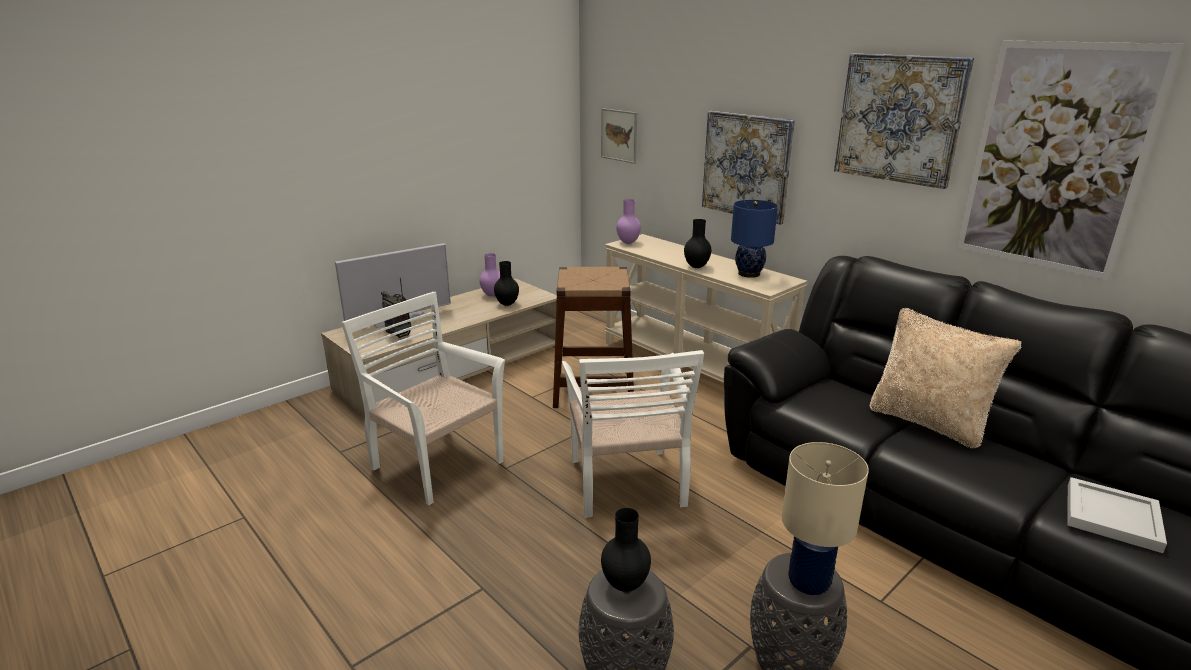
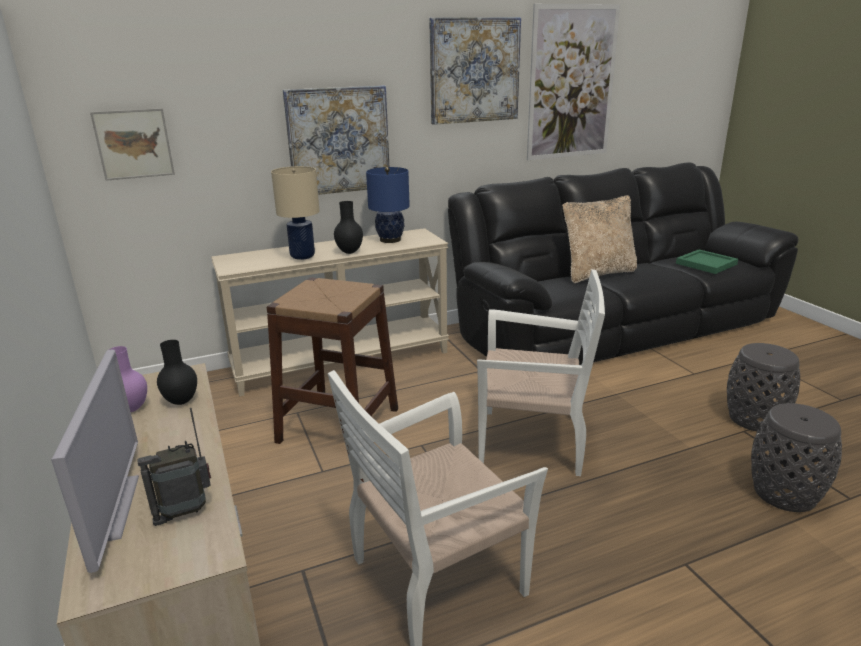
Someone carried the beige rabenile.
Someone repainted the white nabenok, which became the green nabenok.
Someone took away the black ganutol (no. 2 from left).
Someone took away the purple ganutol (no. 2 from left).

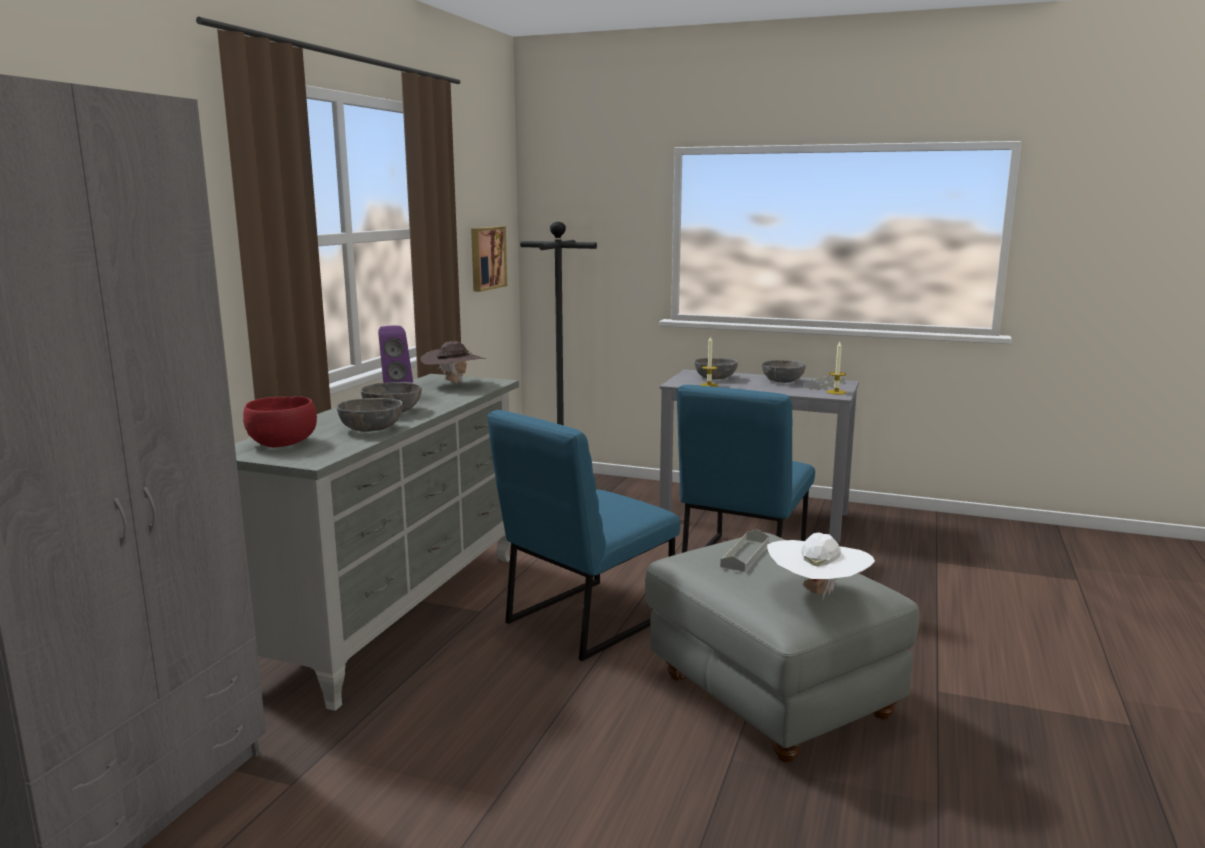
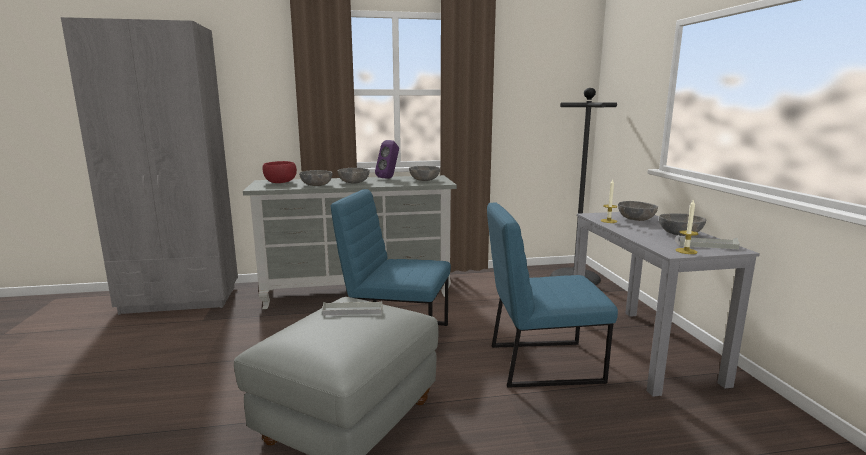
Someone swapped the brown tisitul for the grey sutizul (no. 3 from left).
Someone took away the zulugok.
Someone took away the white tisitul.

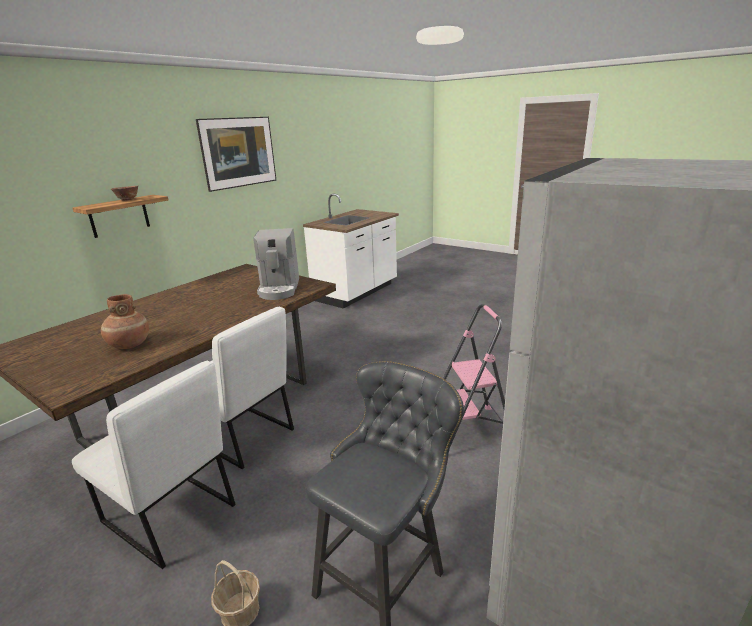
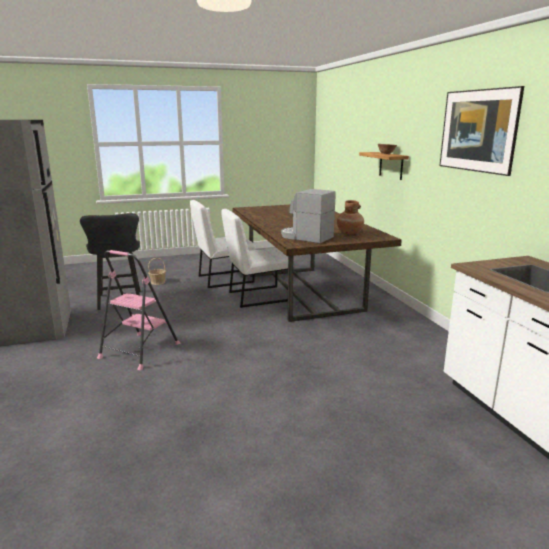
Someone carried the brown ganutol.

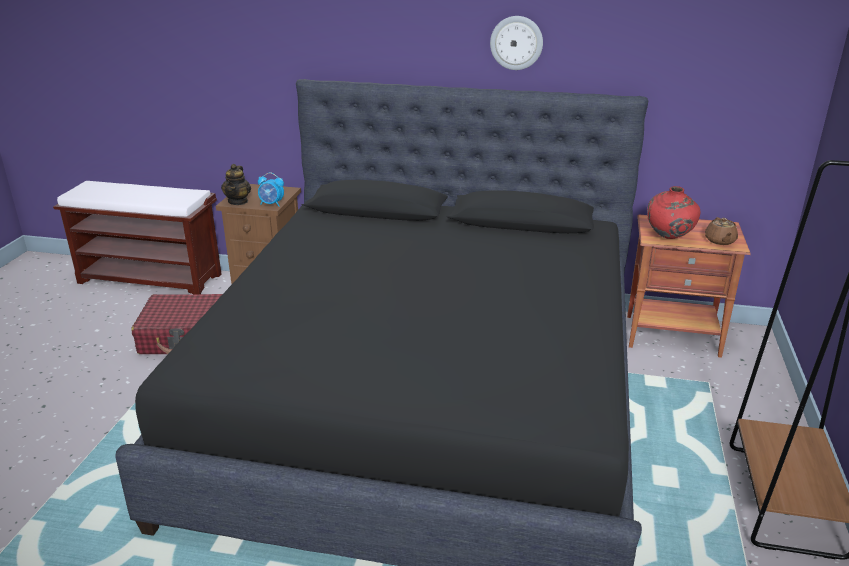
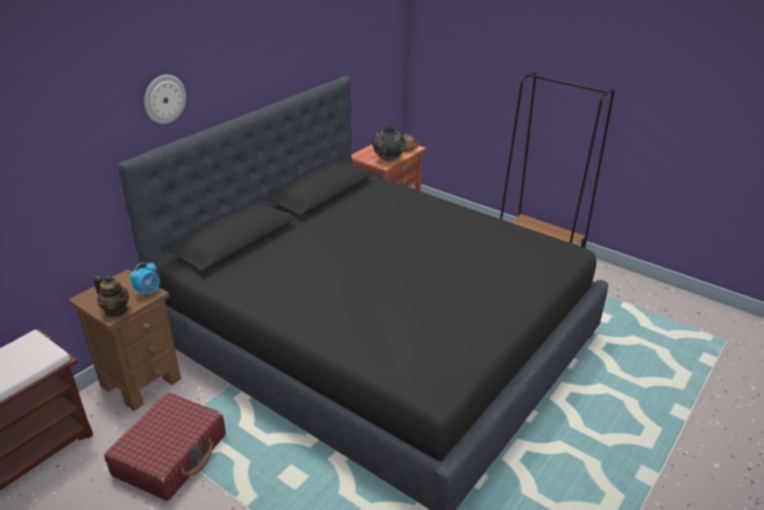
Someone carried the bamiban.
Someone repainted the red ganutol, which became the black ganutol.

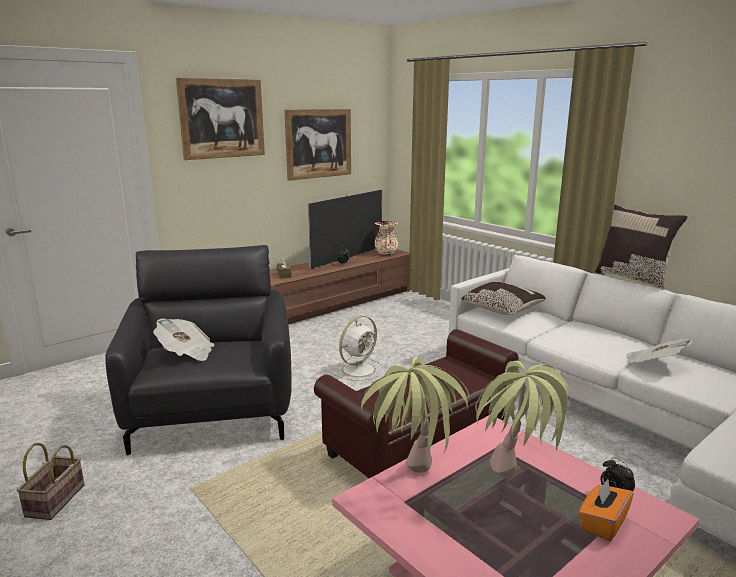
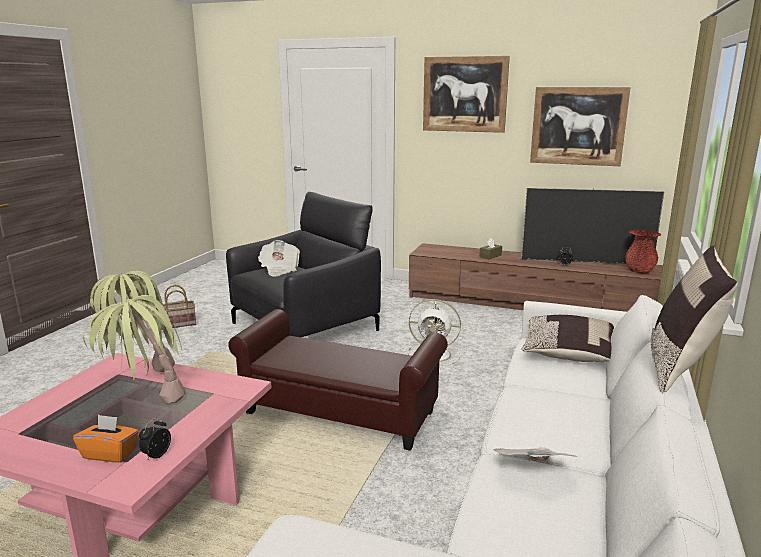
Someone repainted the beige ganutol, which became the red ganutol.

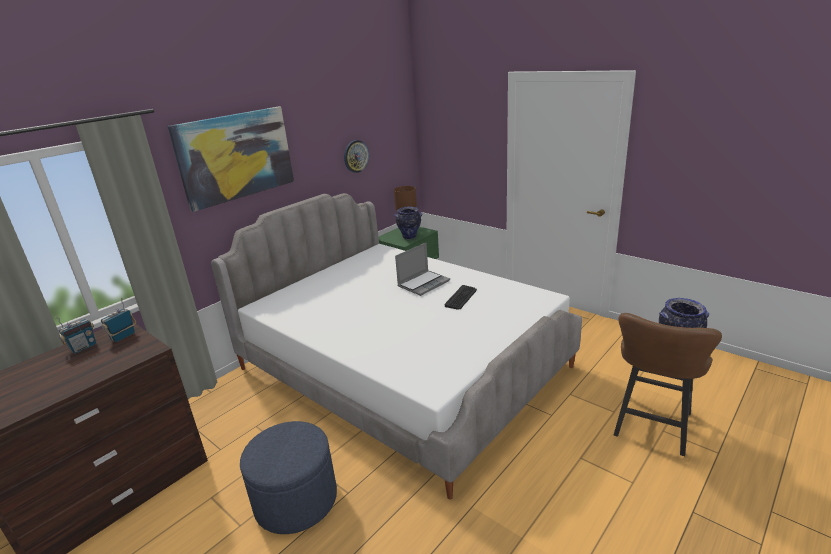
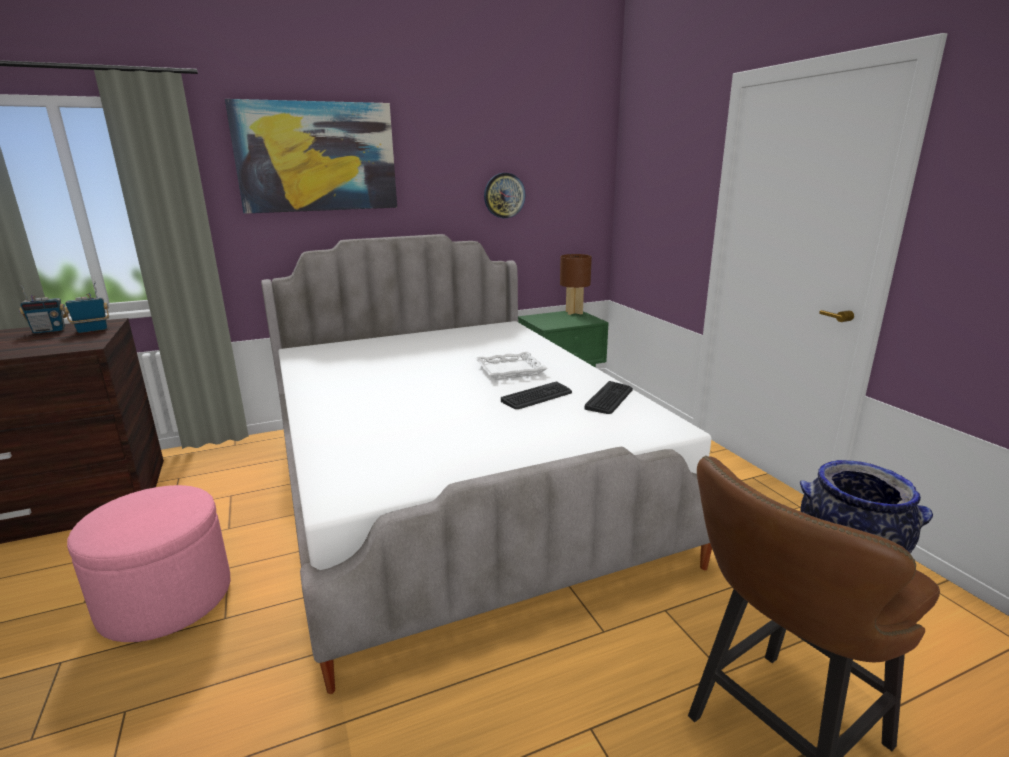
Someone repainted the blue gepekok, which became the pink gepekok.
Someone swapped the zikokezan for the white nabenok.
Someone put down the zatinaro (no. 2 from left).
Someone took away the ganutol (no. 1 from left).

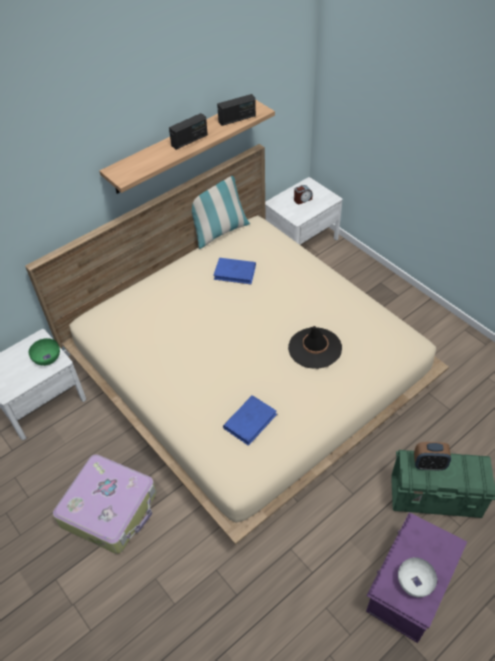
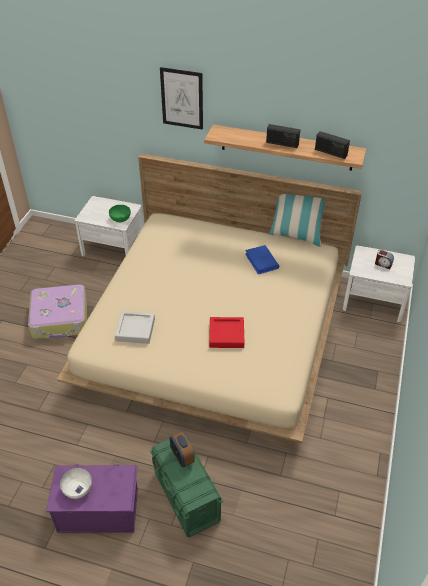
Someone swapped the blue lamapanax (no. 2 from left) for the grey nabenok.
Someone put up the zulugok.
Someone swapped the black tisitul for the red nabenok.

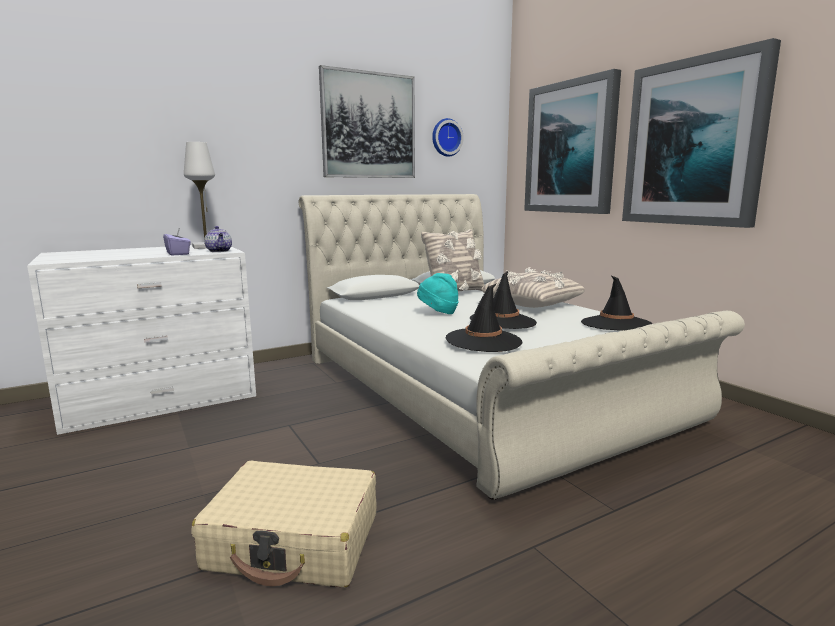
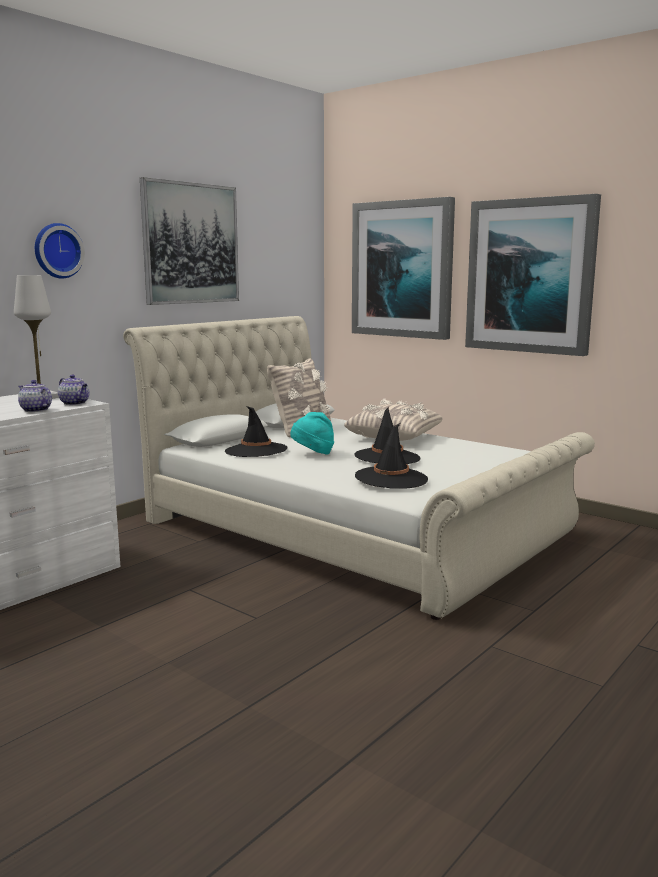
Someone swapped the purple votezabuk for the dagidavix (no. 1 from left).
Someone carried the bamiban.
Someone carried the black tisitul (no. 3 from left in the first image).
Someone took away the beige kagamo.

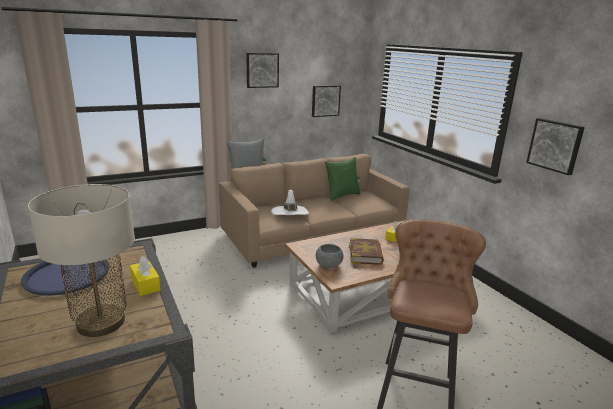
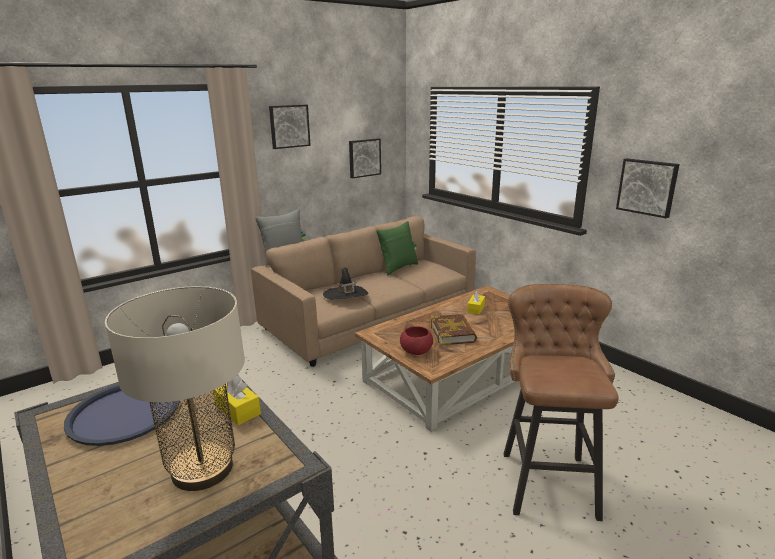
Someone repainted the white tisitul, which became the black tisitul.
Someone repainted the grey sutizul, which became the red sutizul.

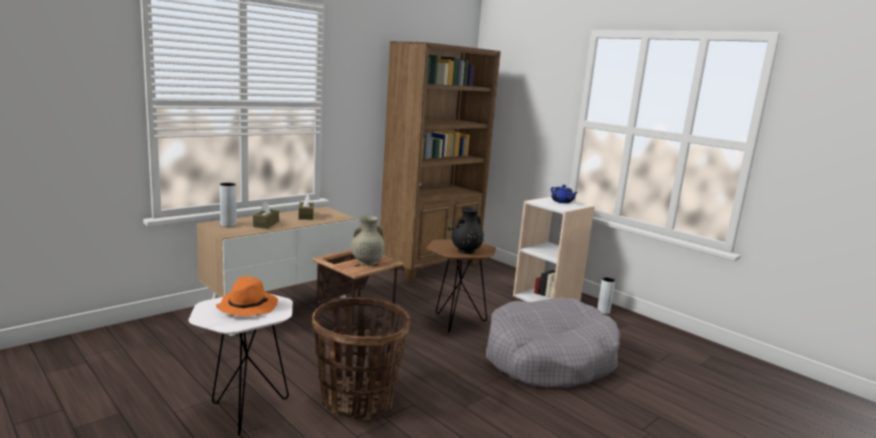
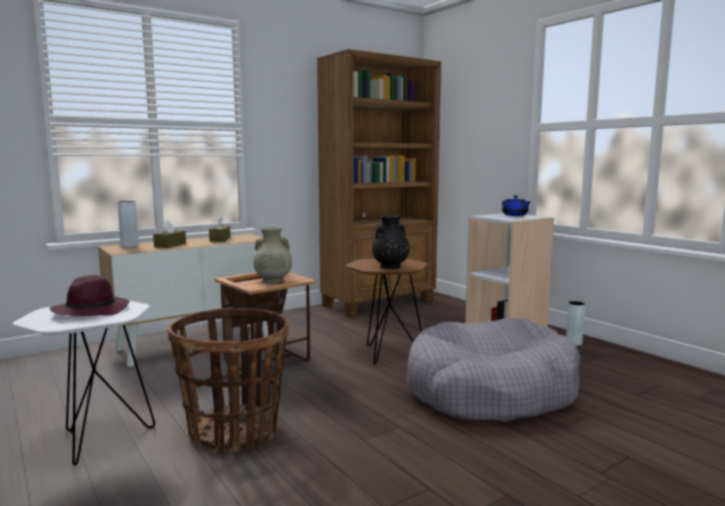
Someone repainted the orange tisitul, which became the purple tisitul.

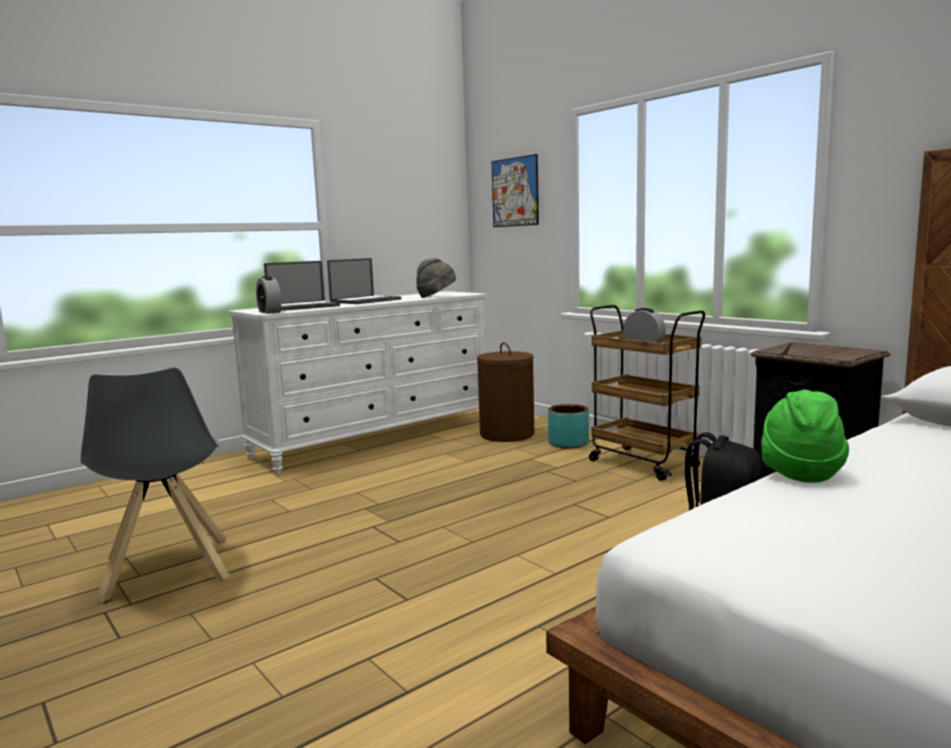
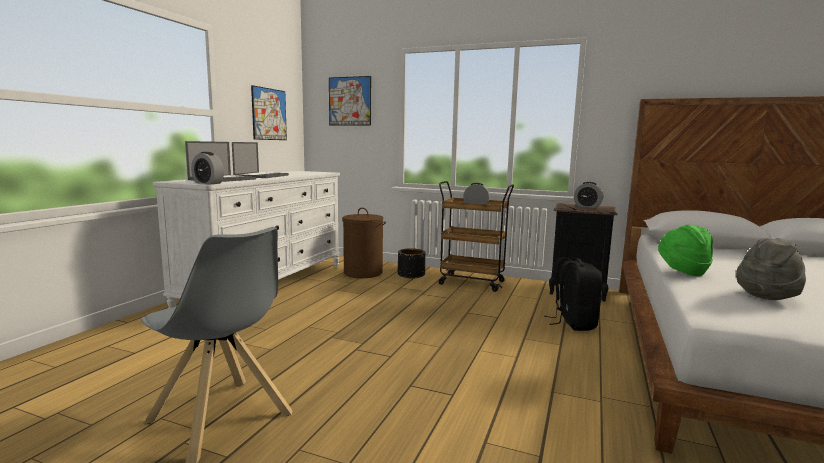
Someone put up the zulugok (no. 1 from left).
Someone repainted the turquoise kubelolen, which became the black kubelolen.
Someone put down the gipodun (no. 3 from left).
Someone carried the grey tisitul.

